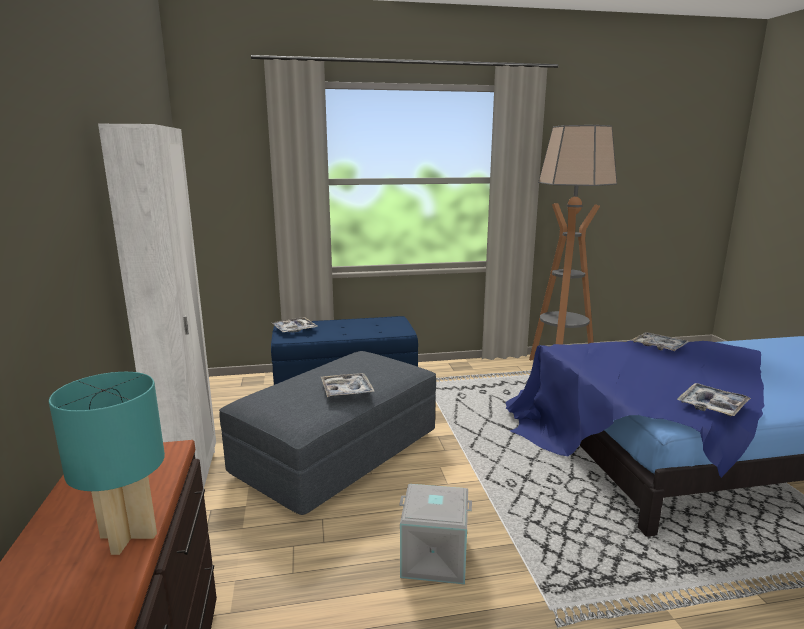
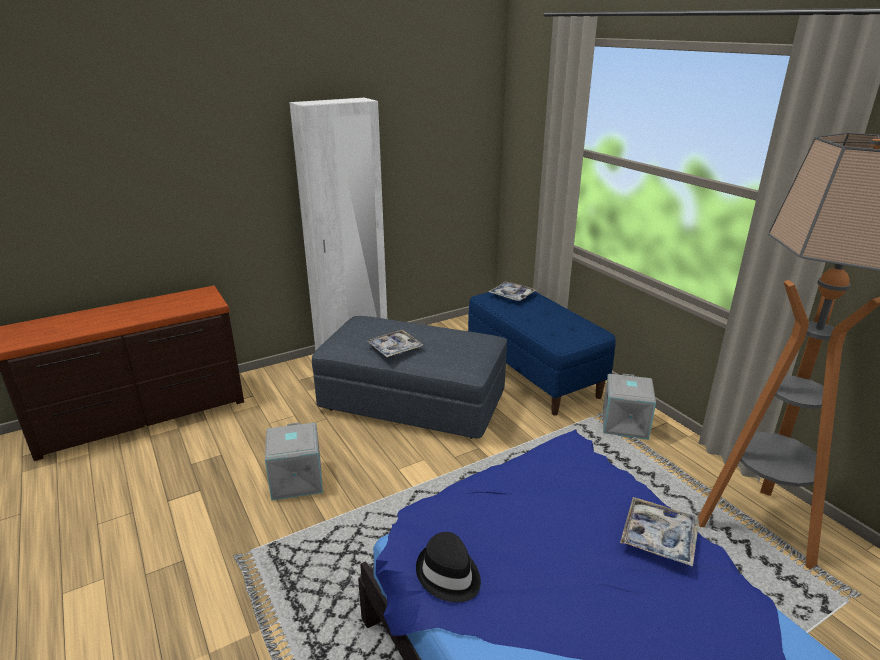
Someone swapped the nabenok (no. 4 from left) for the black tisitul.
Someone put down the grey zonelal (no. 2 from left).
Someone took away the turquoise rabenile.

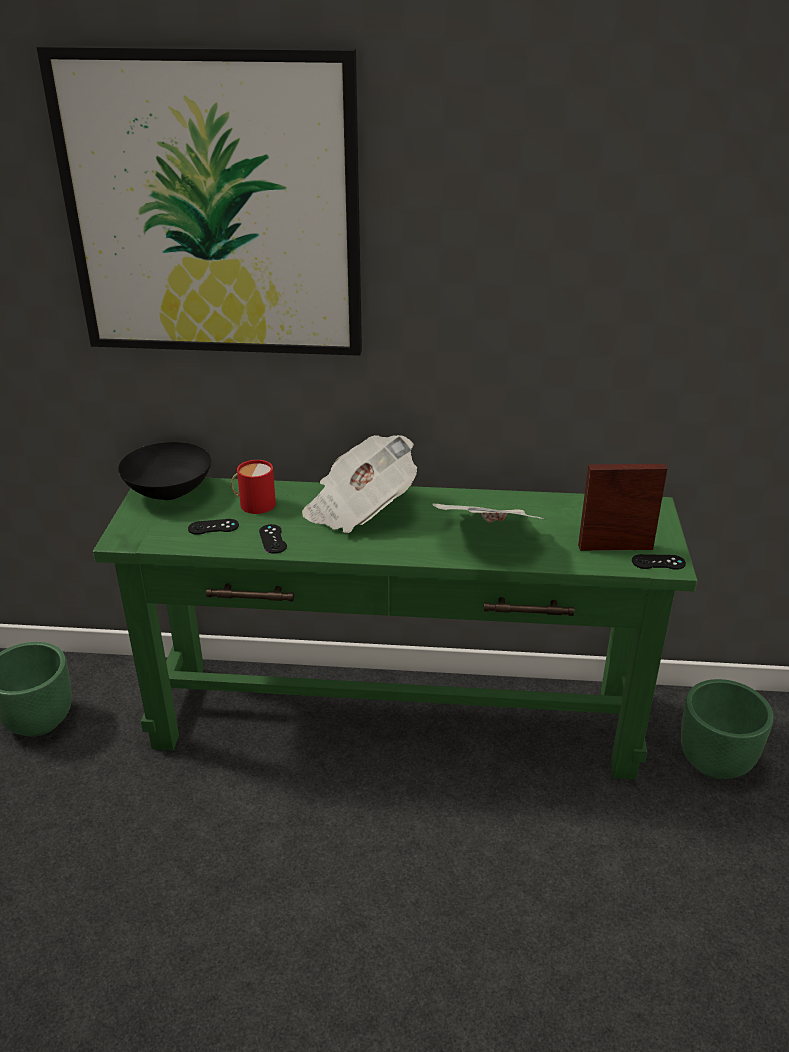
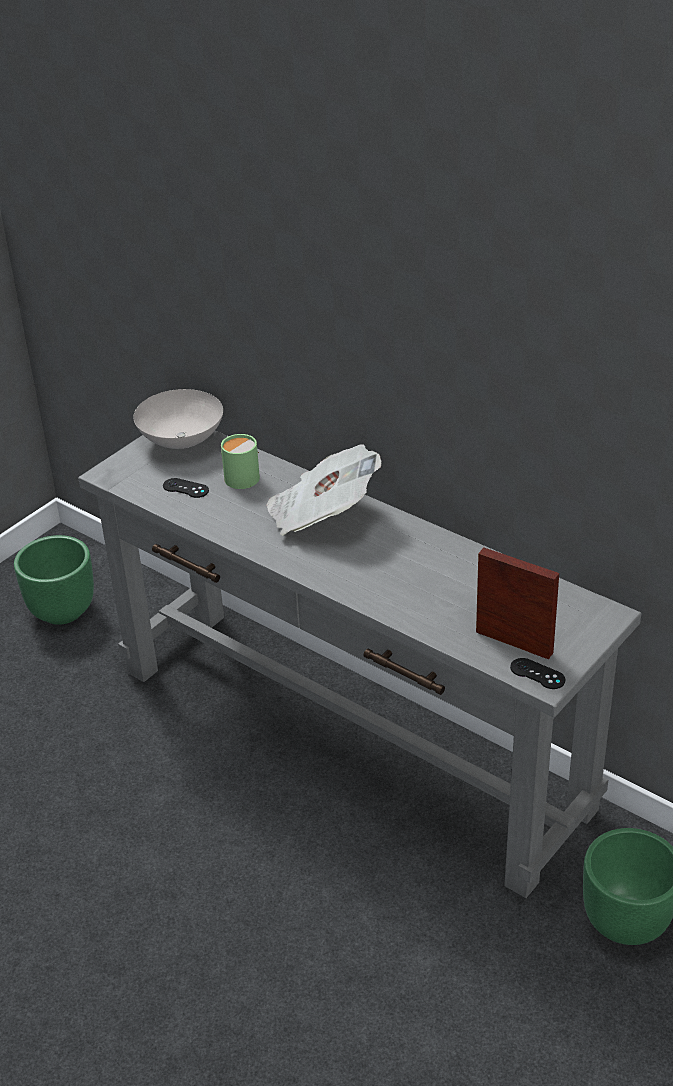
Someone repainted the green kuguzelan, which became the grey kuguzelan.
Someone repainted the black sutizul, which became the white sutizul.
Someone repainted the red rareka, which became the green rareka.
Someone took away the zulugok.
Someone took away the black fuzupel (no. 2 from left).
Someone took away the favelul (no. 2 from left).

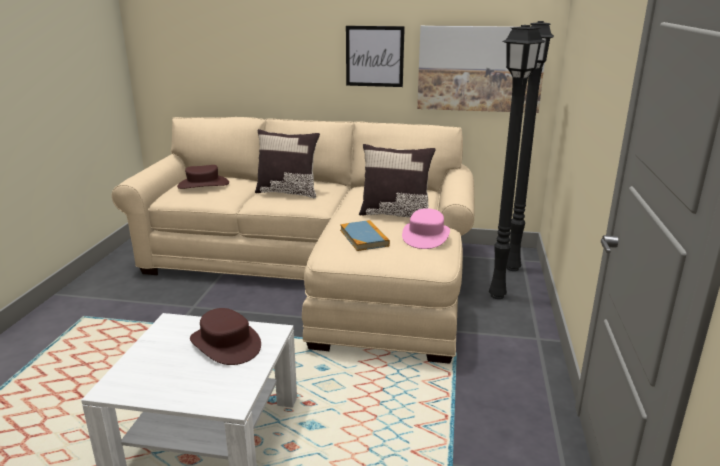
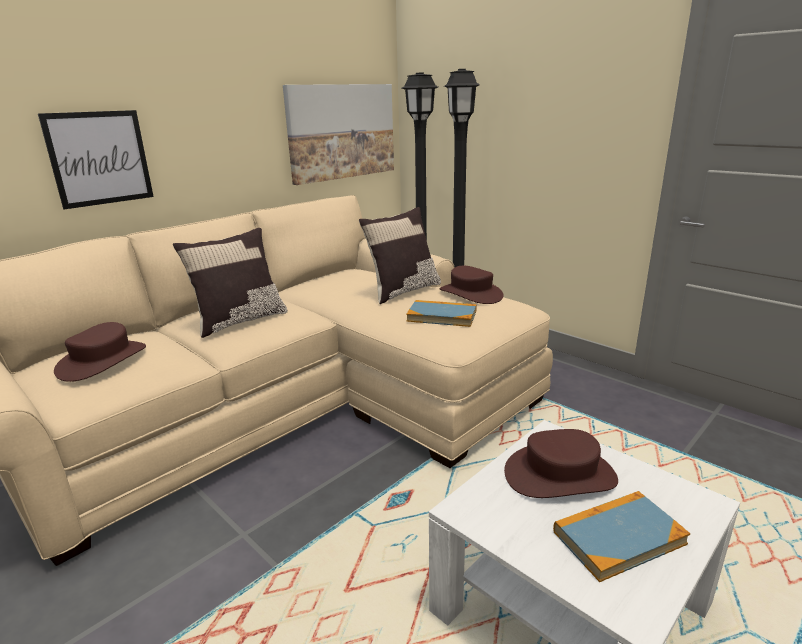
Someone carried the zulugok (no. 1 from left).
Someone repainted the pink tisitul, which became the brown tisitul (no. 2 from left).
Someone put down the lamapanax (no. 2 from left).

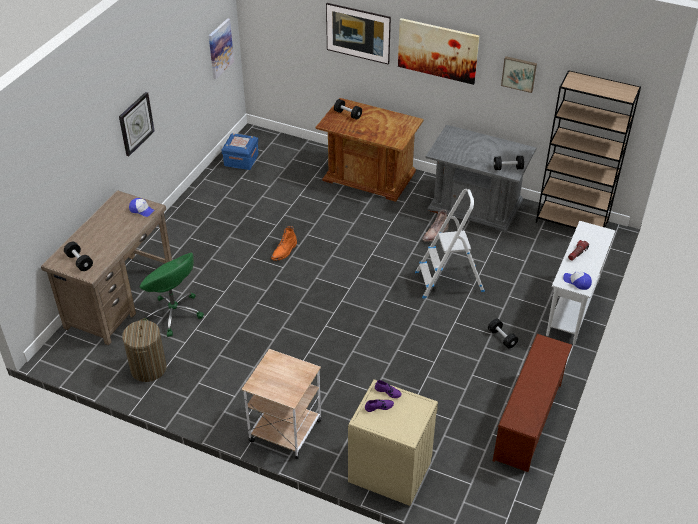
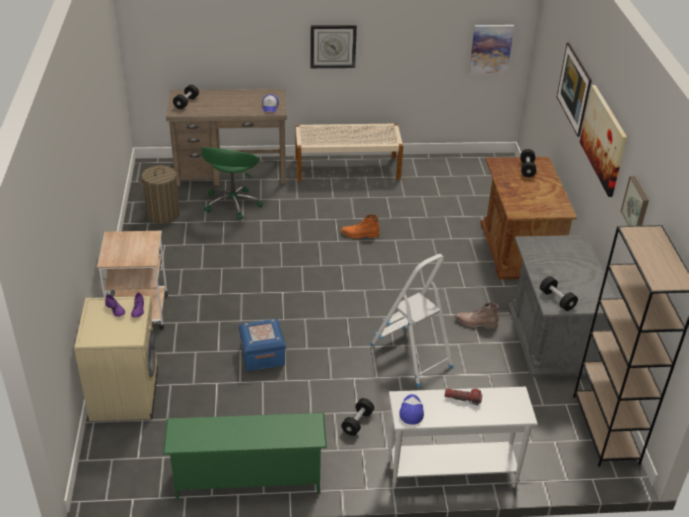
Someone repainted the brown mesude, which became the green mesude.
Someone carried the blue zonelal.
Someone put down the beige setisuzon.

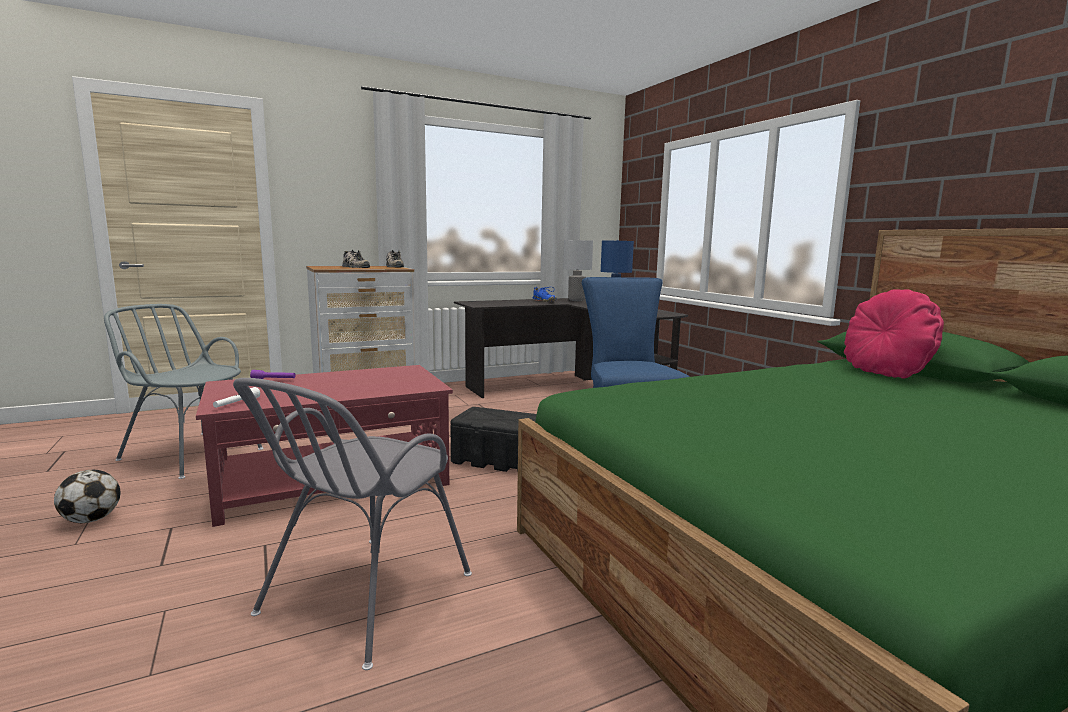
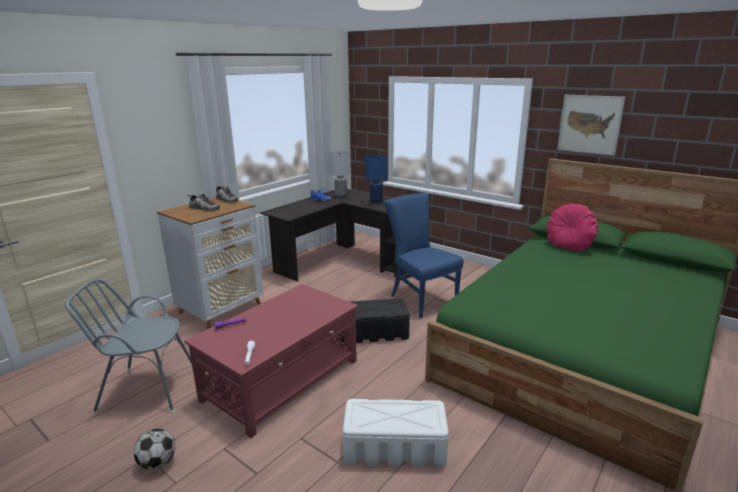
Someone swapped the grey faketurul (no. 2 from left) for the white zonelal.
Someone put up the zulugok.

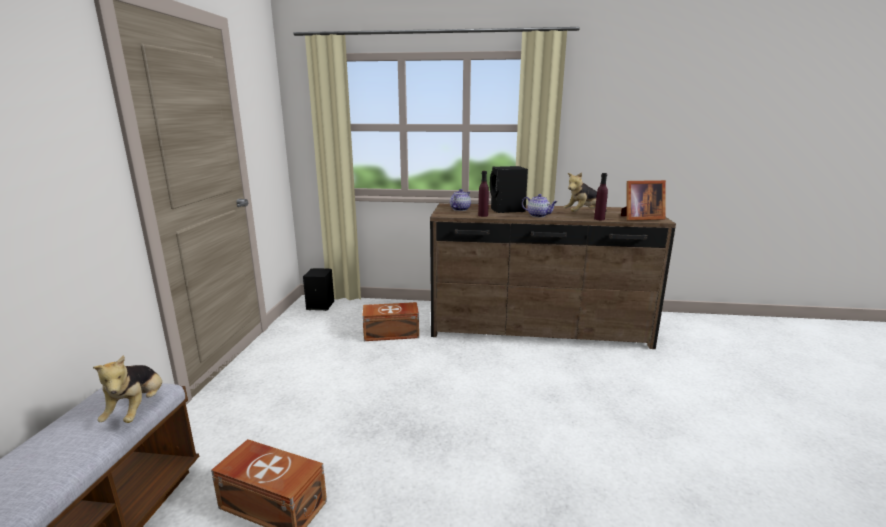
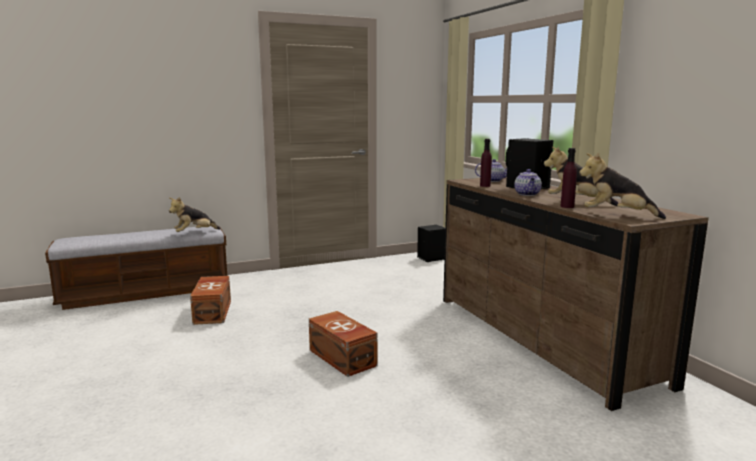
Someone carried the brown zonelal (no. 2 from left).
Someone swapped the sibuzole for the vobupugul (no. 3 from left).

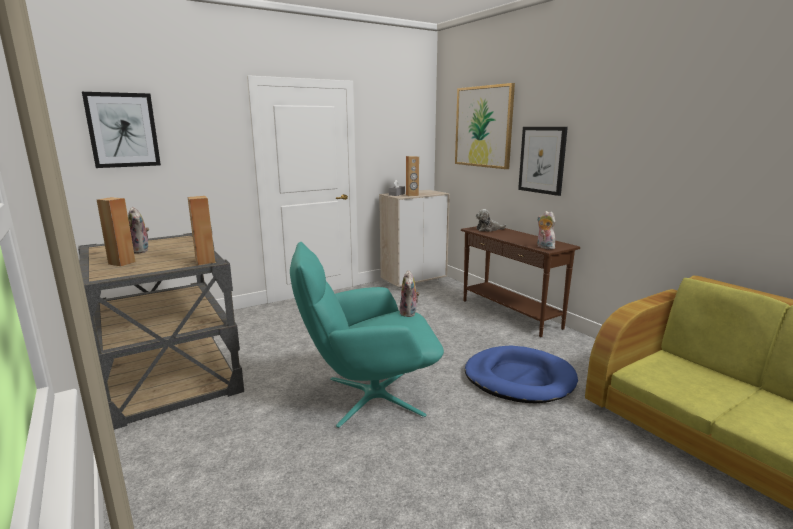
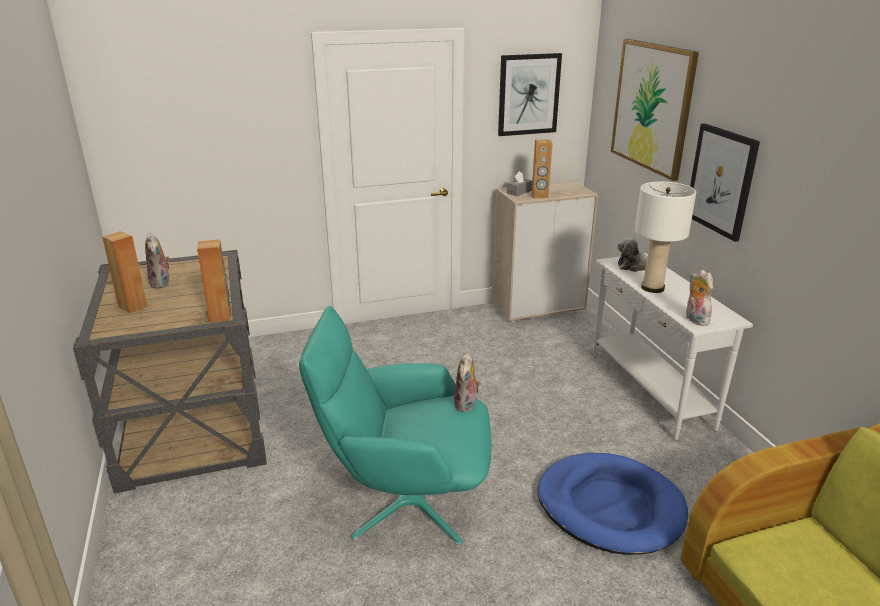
Someone carried the zulugok (no. 1 from left).
Someone repainted the brown kuguzelan, which became the white kuguzelan.
Someone put down the white rabenile.

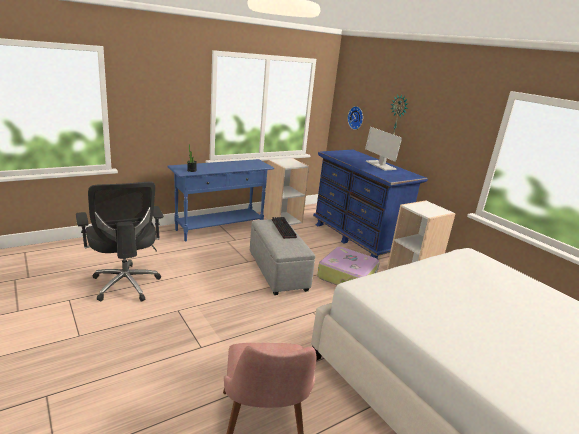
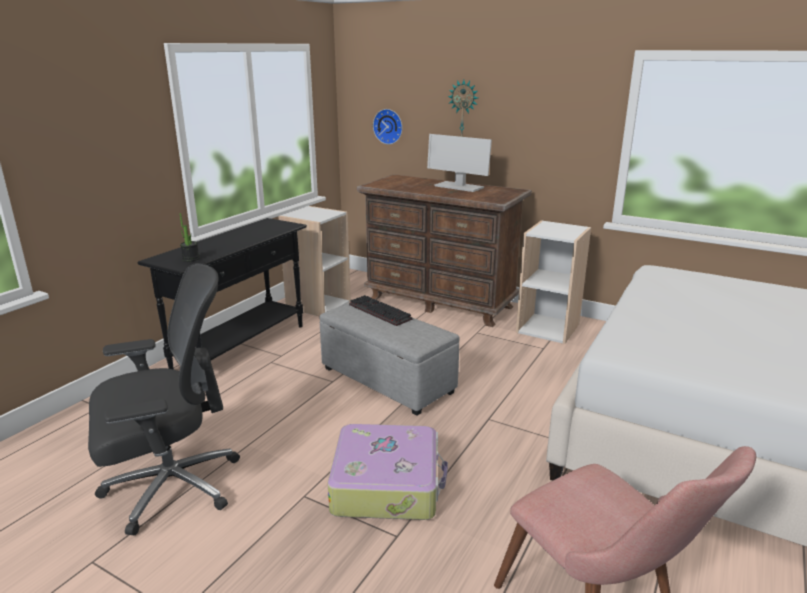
Someone rotated the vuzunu by 60 degrees counterclockwise.
Someone repainted the blue kuguzelan, which became the black kuguzelan.
Someone carried the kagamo.
Someone repainted the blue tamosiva, which became the brown tamosiva.

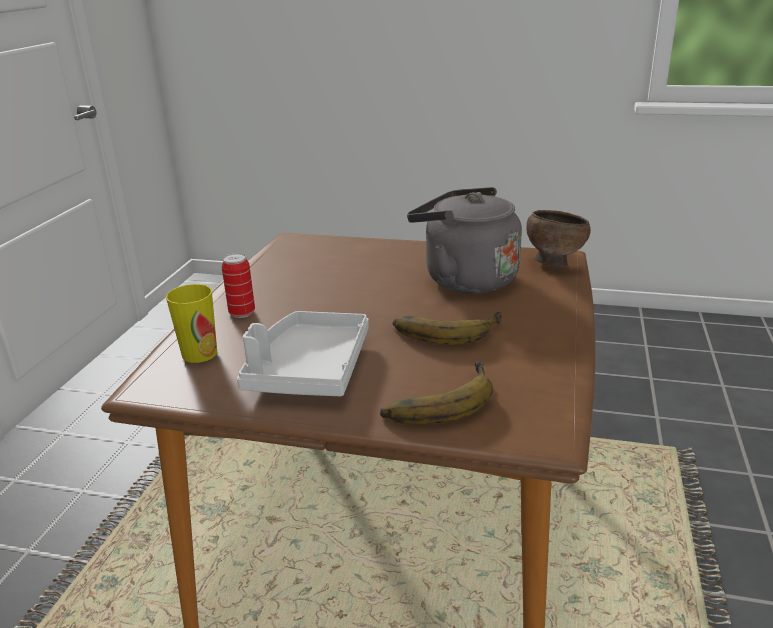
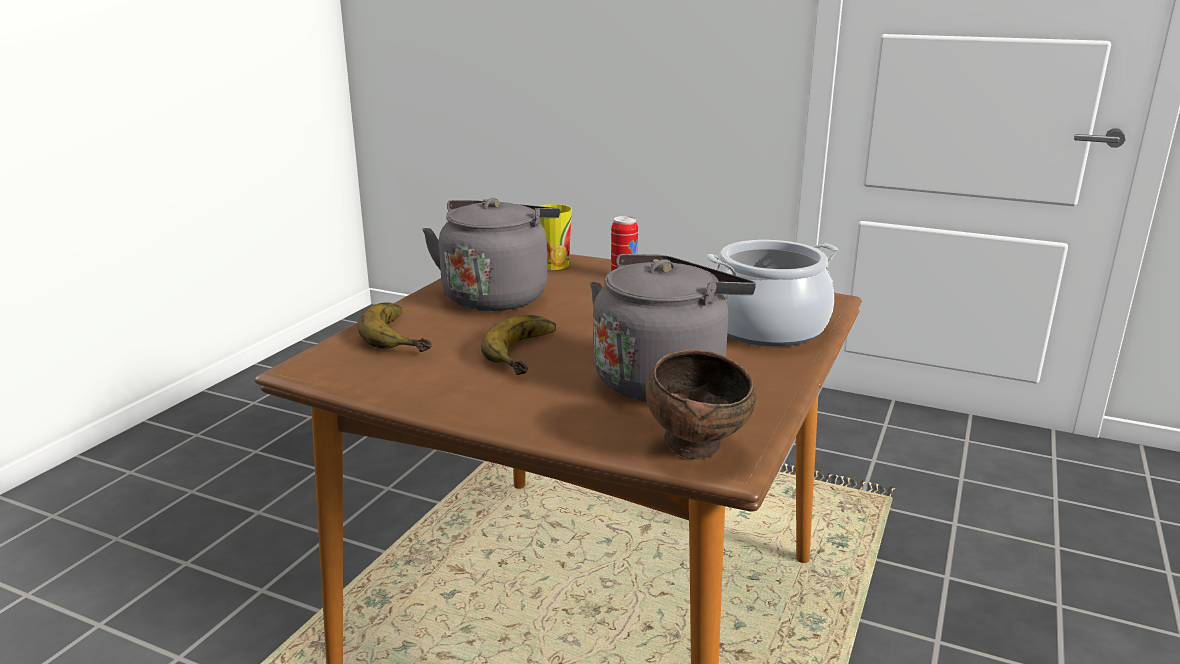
Someone swapped the white nabenok for the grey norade (no. 1 from left).
Someone put down the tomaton.

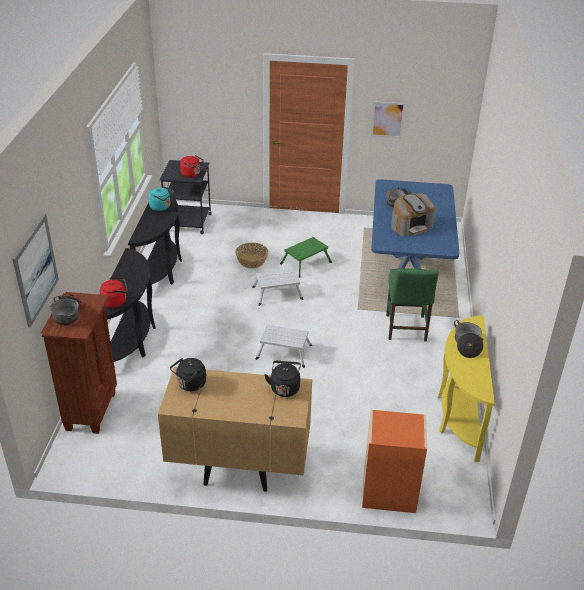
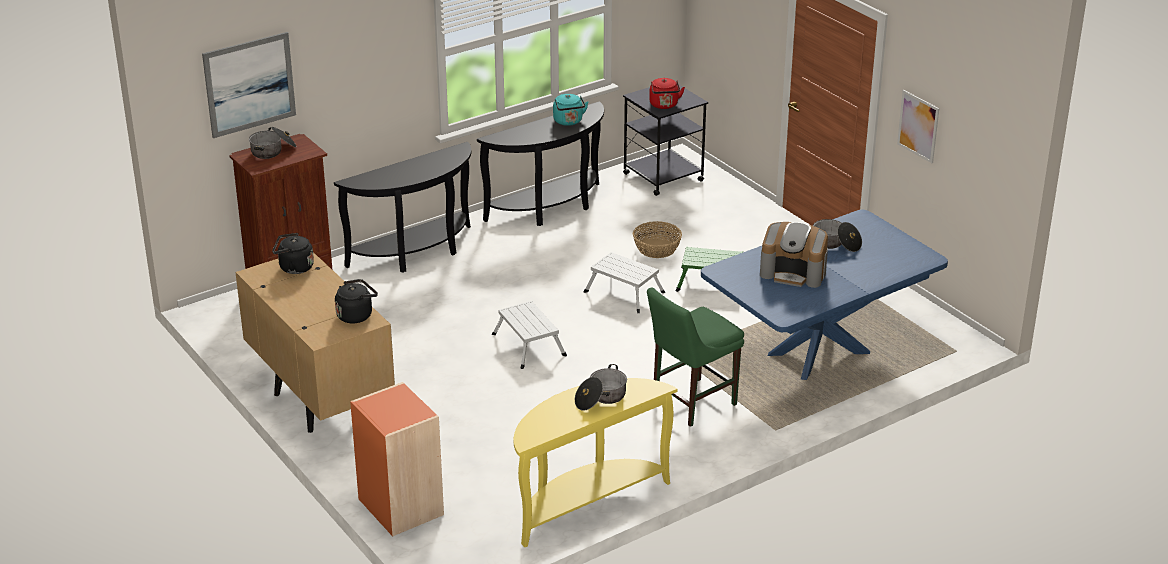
Someone took away the red norade (no. 1 from left).

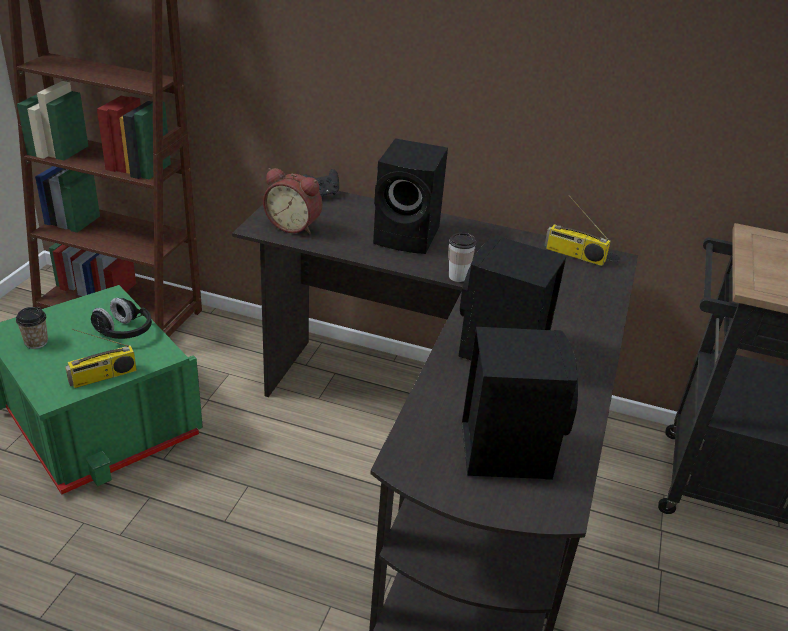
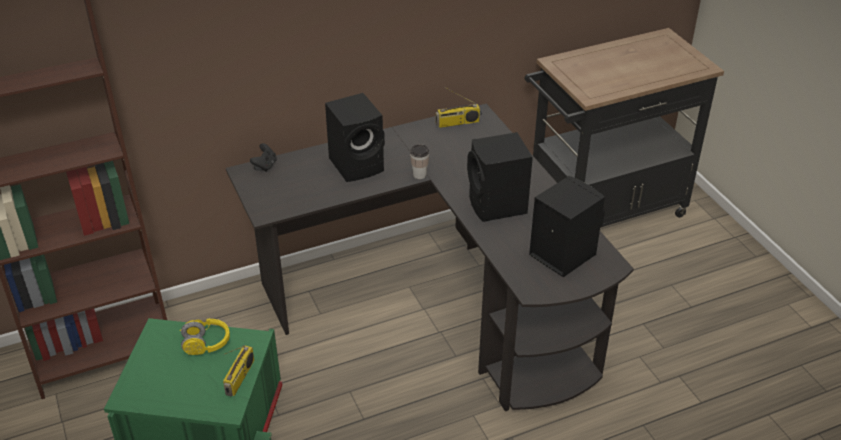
Someone repainted the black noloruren, which became the yellow noloruren.
Someone took away the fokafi (no. 1 from left).
Someone took away the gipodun.

